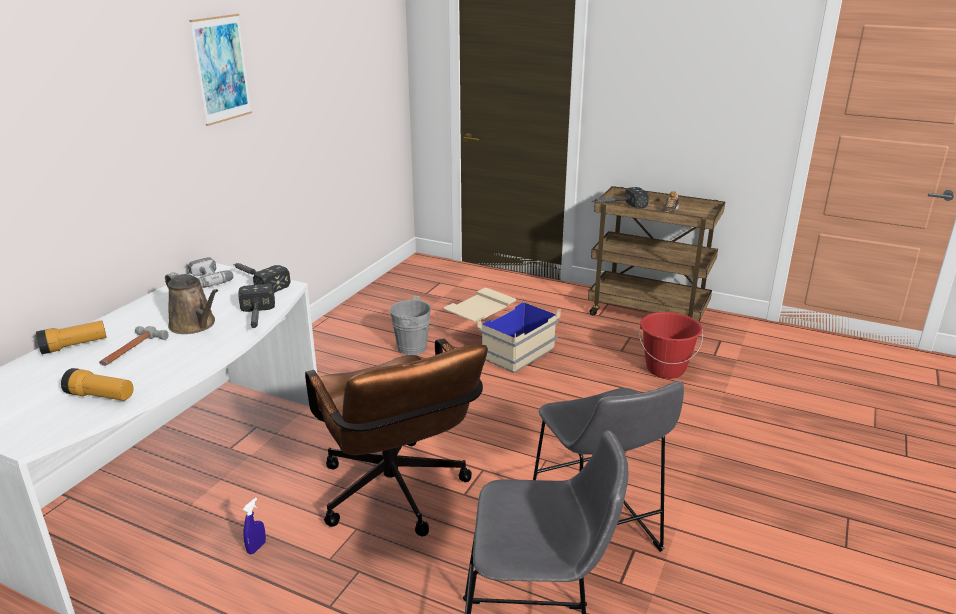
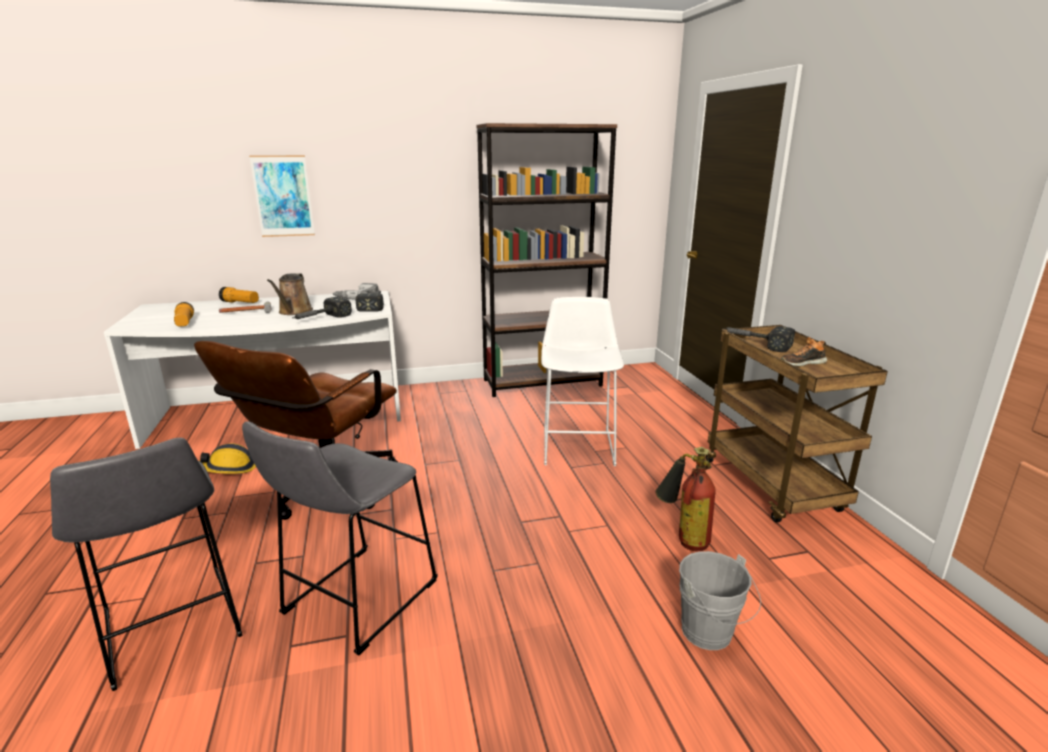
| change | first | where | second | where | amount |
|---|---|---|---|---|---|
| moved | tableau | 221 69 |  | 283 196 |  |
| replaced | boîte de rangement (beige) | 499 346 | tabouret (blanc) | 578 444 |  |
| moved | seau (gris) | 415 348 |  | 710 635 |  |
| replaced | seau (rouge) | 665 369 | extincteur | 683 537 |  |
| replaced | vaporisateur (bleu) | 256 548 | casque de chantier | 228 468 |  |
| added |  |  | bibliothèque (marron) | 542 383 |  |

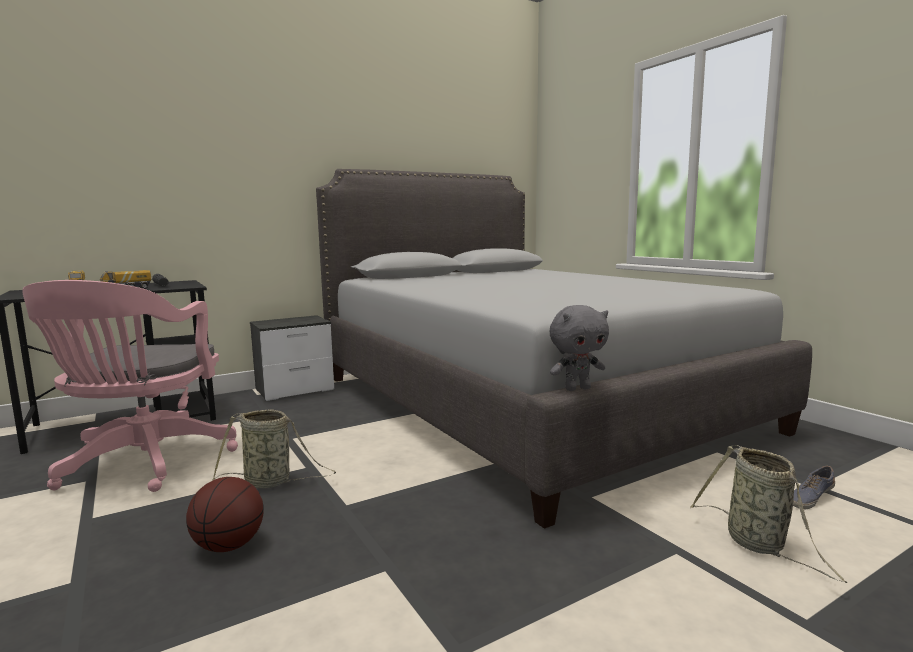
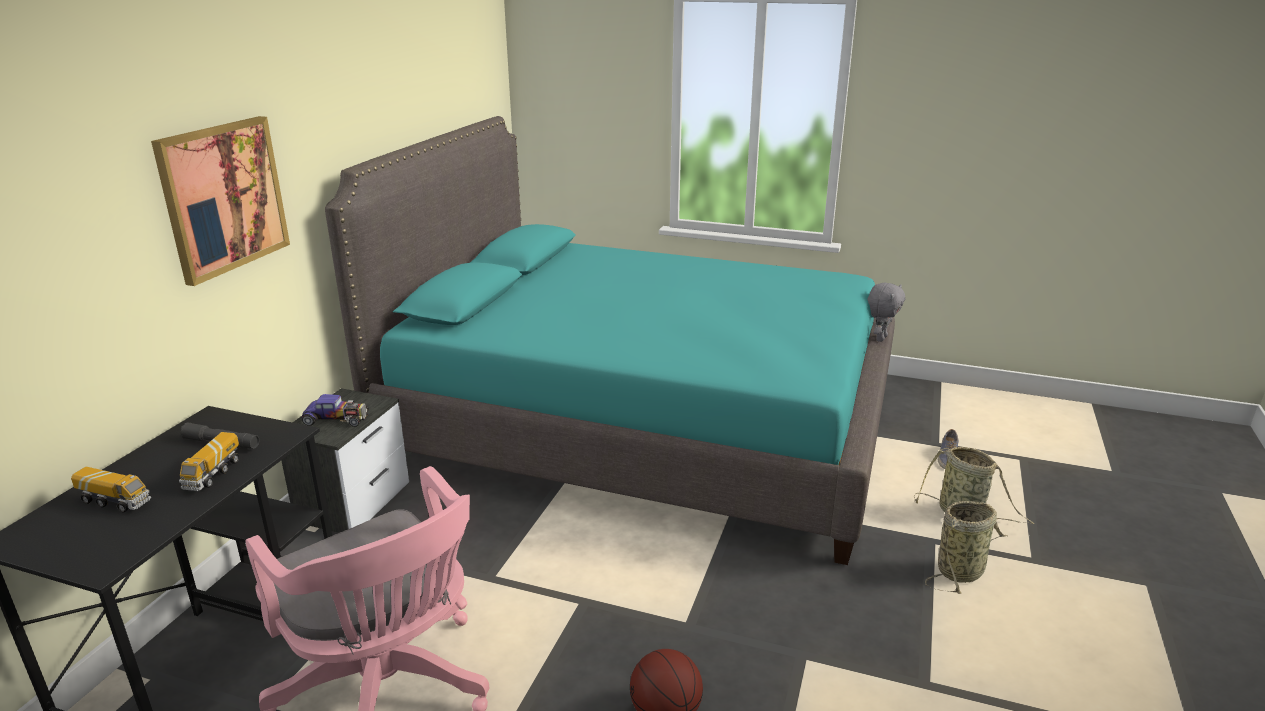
| change | first | where | second | where | amount |
|---|---|---|---|---|---|
| recoloured | lit (gris) | 524 402 | lit (turquoise) | 644 425 |  |
| moved | peluche (gris) | 577 388 |  | 880 338 |  |
| moved | panier | 271 482 |  | 962 570 |  |
| added |  |  | tableau | 223 197 |  |
| added |  |  | petite voiture | 336 419 |  |

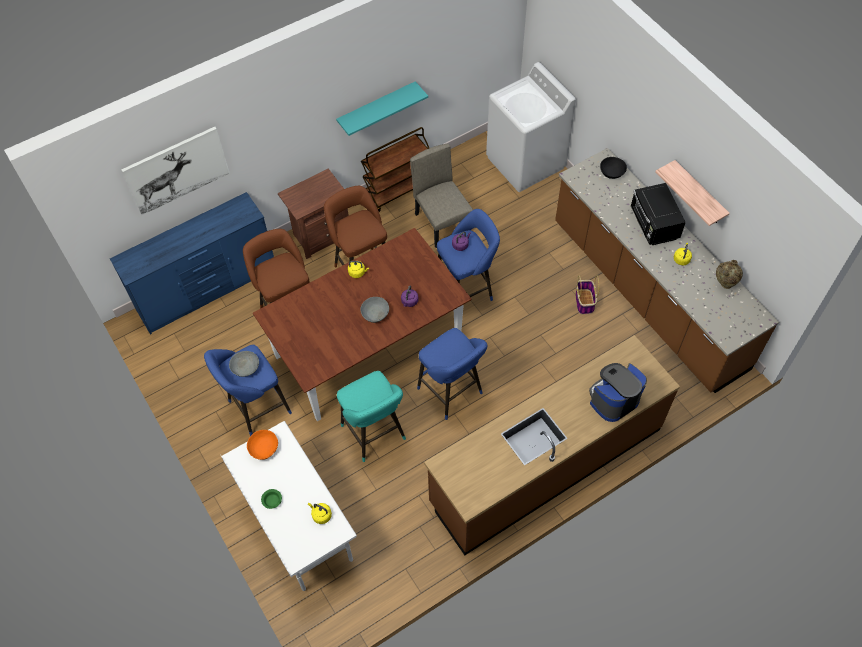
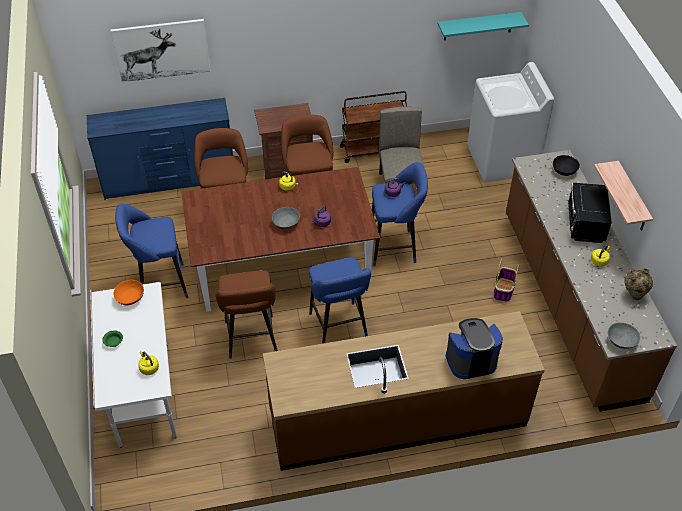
| change | first | where | second | where | amount |
|---|---|---|---|---|---|
| moved | étagère (turquoise) | 376 108 |  | 478 26 |  |
| moved | bol (gris) | 245 368 |  | 621 341 |  |
| recoloured | tabouret (turquoise) | 375 435 | tabouret (marron) | 251 340 |  |

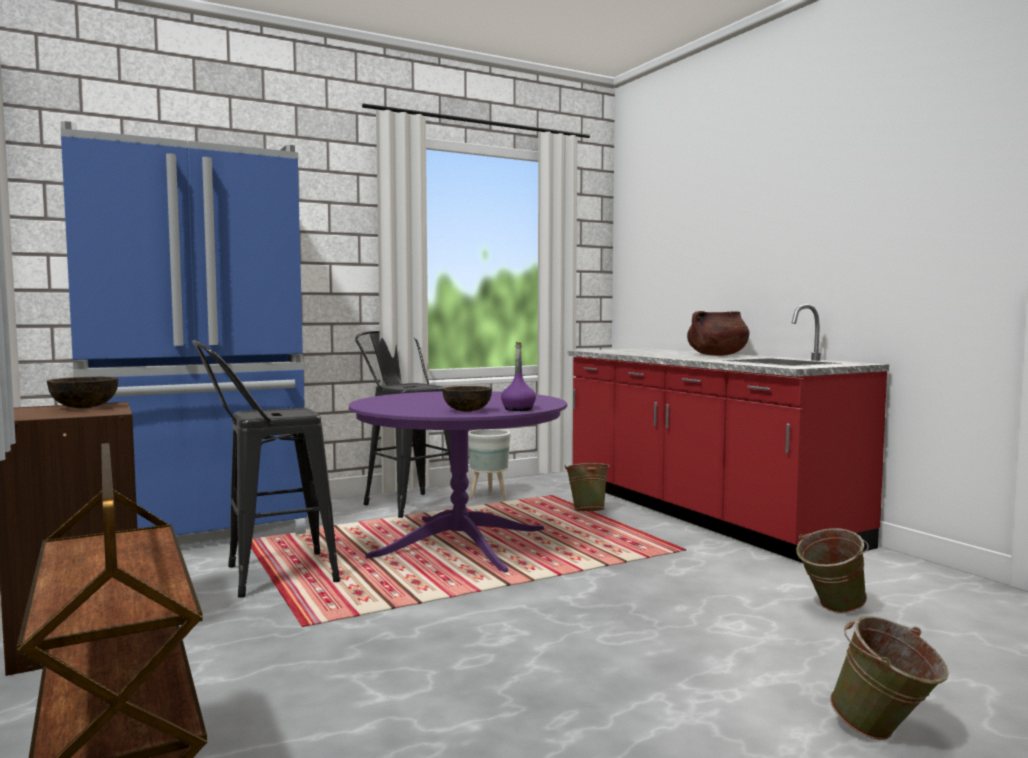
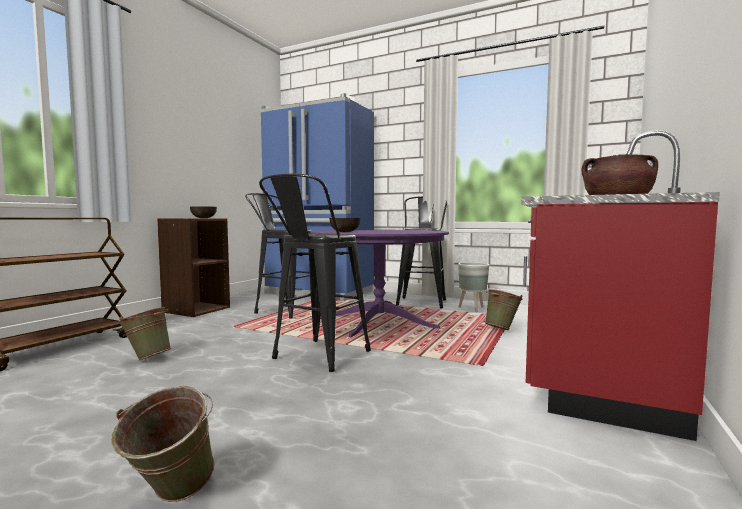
| change | first | where | second | where | amount |
|---|---|---|---|---|---|
| removed | bouteille (violet) | 518 409 |  |  |  |
| moved | seau (vert) | 830 610 |  | 147 358 |  |
| added |  |  | tabouret (noir) | 315 358 |  |

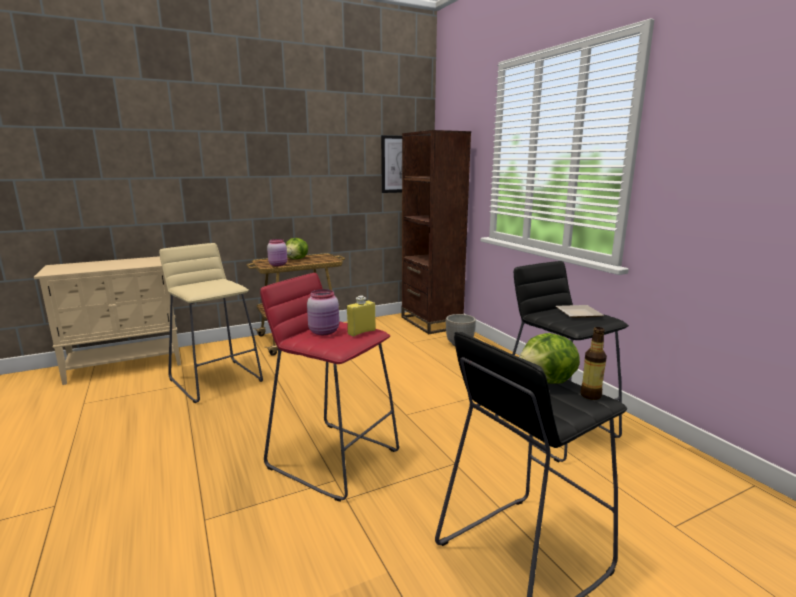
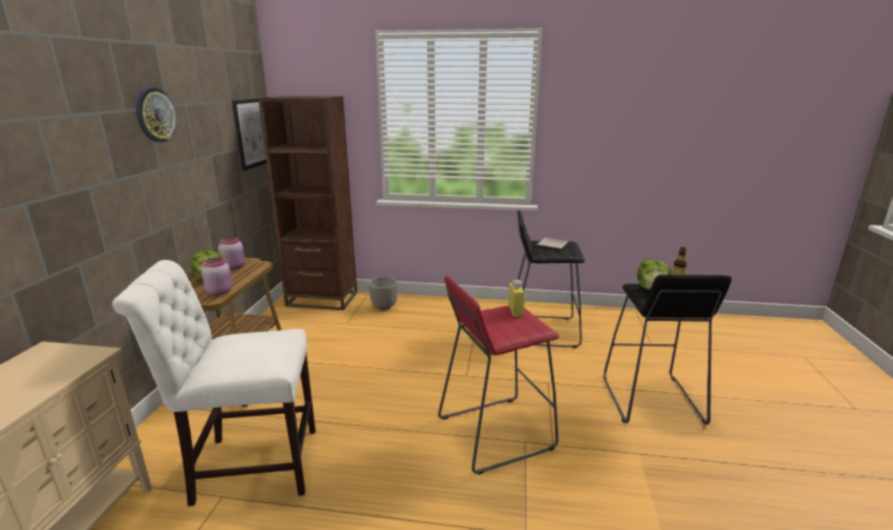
| change | first | where | second | where | amount |
|---|---|---|---|---|---|
| replaced | tabouret (beige) | 217 380 | chaise (blanc) | 249 465 |  |
| moved | bocal (rose) | 325 332 |  | 234 267 |  |
| added |  |  | horloge murale | 155 115 |  |

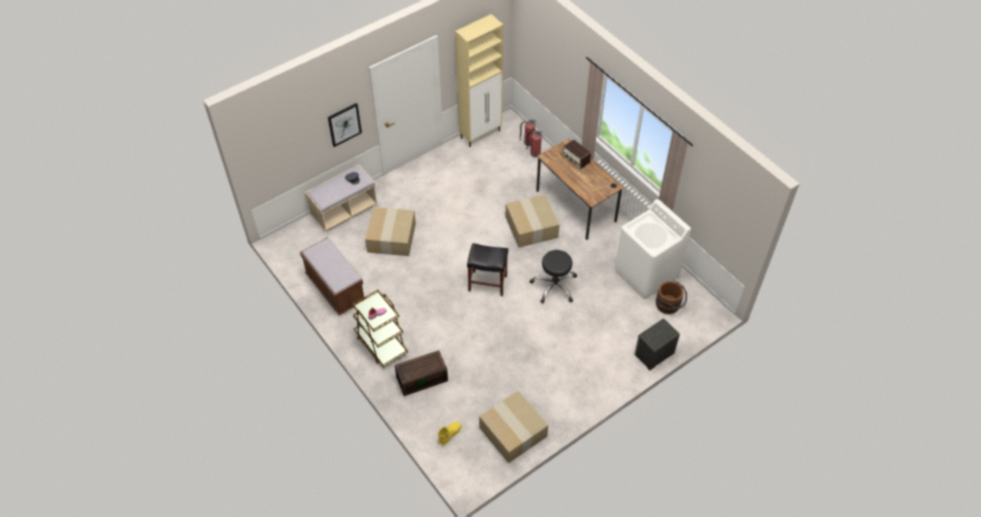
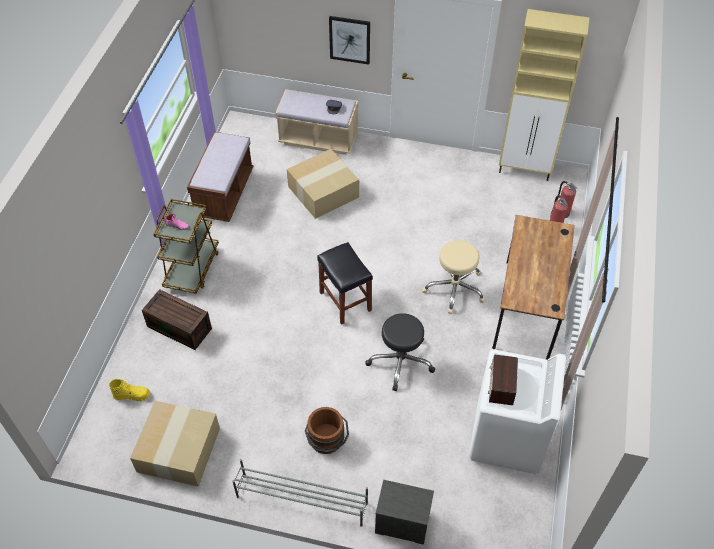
| change | first | where | second | where | amount |
|---|---|---|---|---|---|
| moved | radio | 576 158 |  | 501 385 |  |
| replaced | carton | 530 226 | tabouret (beige) | 455 288 |  |
| moved | seau (marron) | 670 305 |  | 327 442 |  |
| added |  |  | étagère à chaussures (gris) | 301 500 |  |

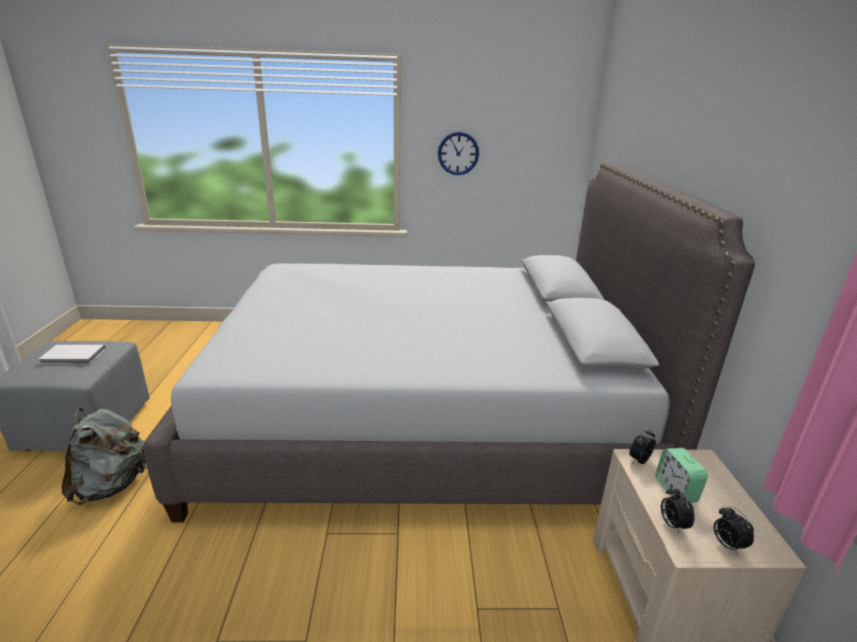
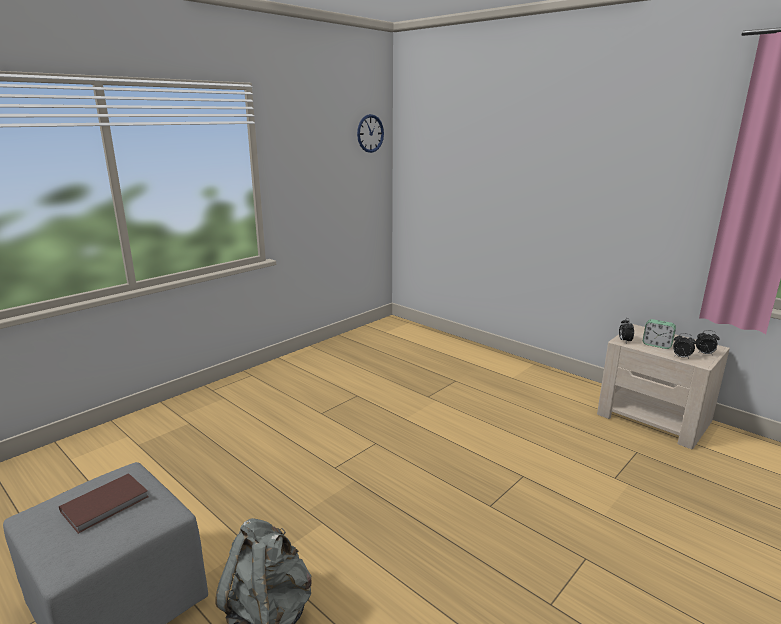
| change | first | where | second | where | amount |
|---|---|---|---|---|---|
| moved | horloge murale | 458 153 |  | 370 133 |  |
| removed | lit (gris) | 422 419 |  |  |  |
| recoloured | livre (blanc) | 73 356 | livre (marron) | 107 504 |  |

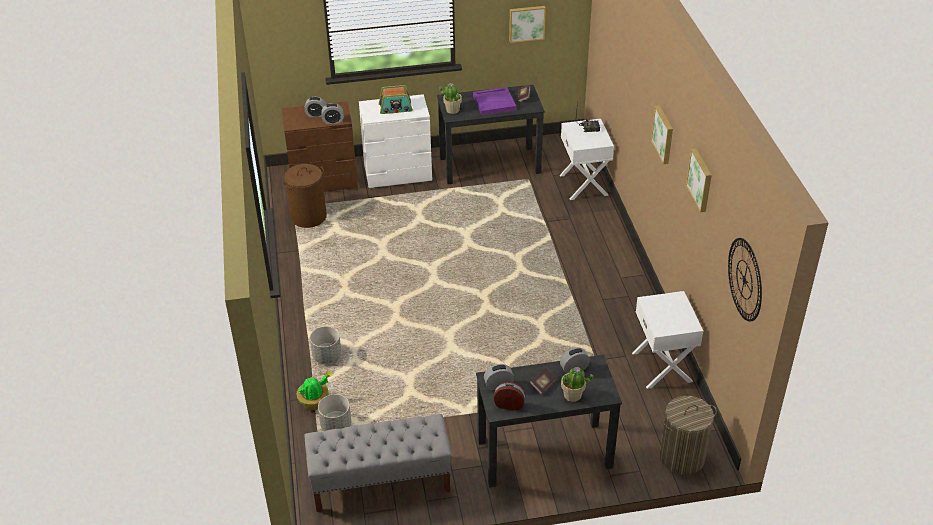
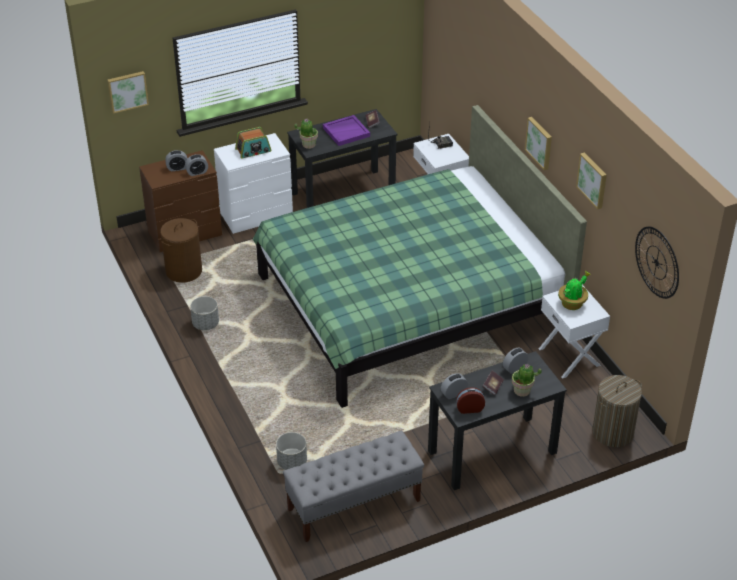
| change | first | where | second | where | amount |
|---|---|---|---|---|---|
| moved | tableau | 526 23 |  | 127 91 |  |
| moved | cache-pot (gris) | 327 356 |  | 205 324 |  |
| moved | plante en pot | 315 402 |  | 572 303 |  |
| added |  |  | lit (vert) | 409 302 |  |

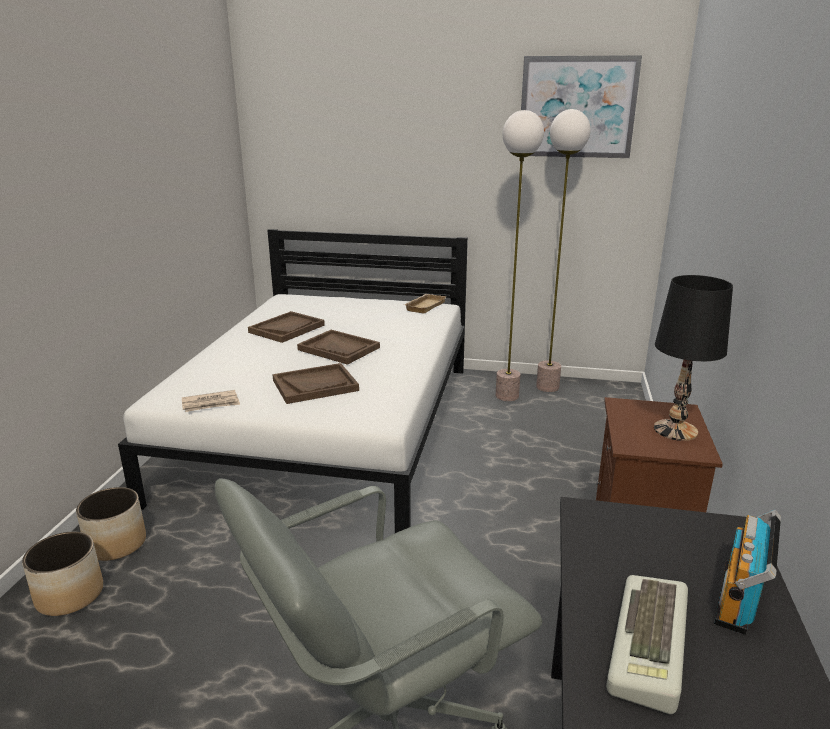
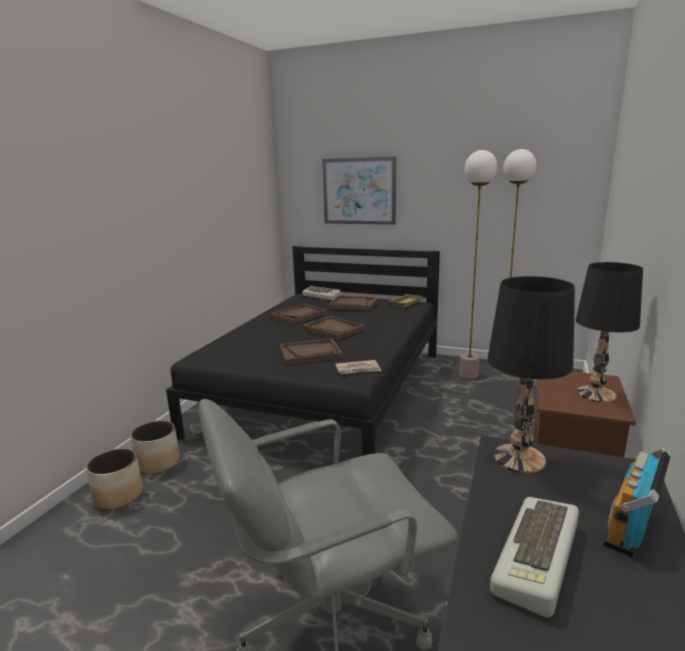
| change | first | where | second | where | amount |
|---|---|---|---|---|---|
| moved | tableau | 577 107 |  | 359 191 |  |
| recoloured | lit (blanc) | 329 427 | lit (noir) | 326 390 |  |
| moved | journal | 211 403 |  | 358 369 |  |
| added |  |  | lampe de table (noir) | 518 458 |  |
| added |  |  | clavier | 322 296 |  |
| added |  |  | plateau (marron) | 353 304 |  |

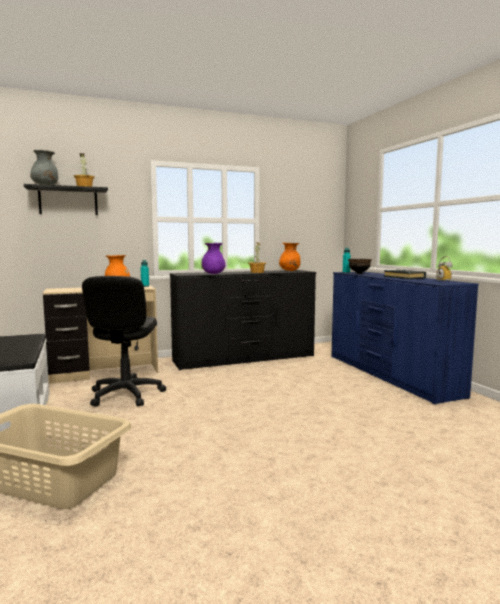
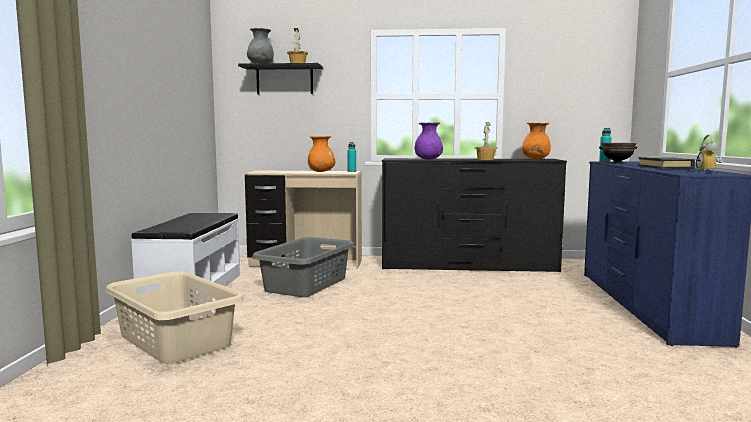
| change | first | where | second | where | amount |
|---|---|---|---|---|---|
| replaced | chaise de bureau (noir) | 125 395 | panier à linge (gris) | 305 285 |  |

